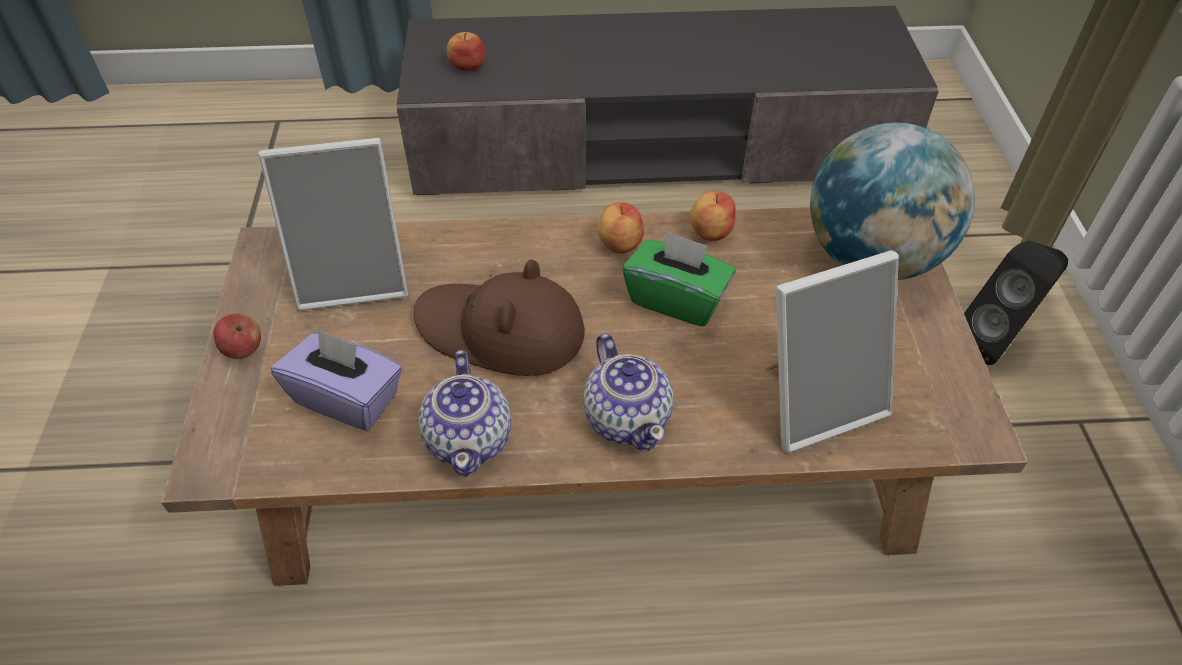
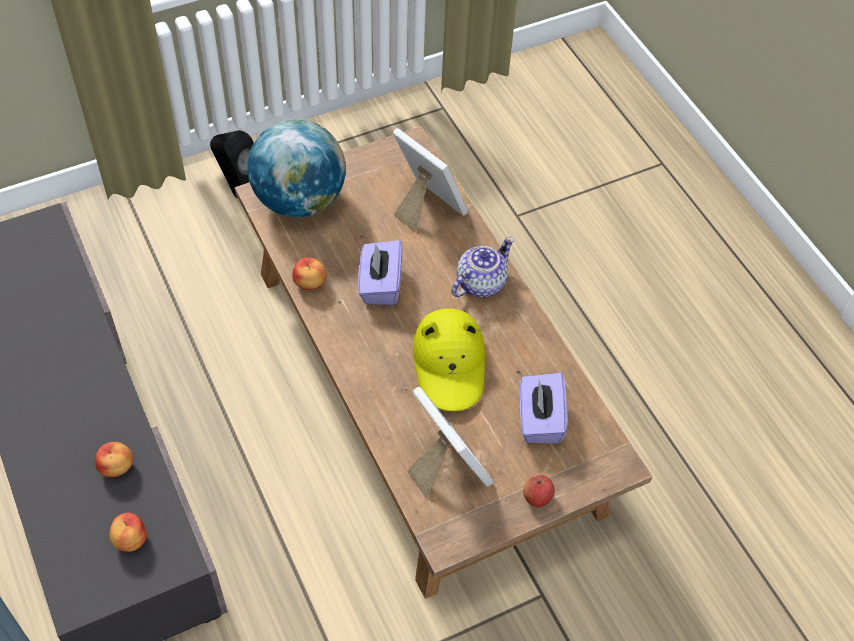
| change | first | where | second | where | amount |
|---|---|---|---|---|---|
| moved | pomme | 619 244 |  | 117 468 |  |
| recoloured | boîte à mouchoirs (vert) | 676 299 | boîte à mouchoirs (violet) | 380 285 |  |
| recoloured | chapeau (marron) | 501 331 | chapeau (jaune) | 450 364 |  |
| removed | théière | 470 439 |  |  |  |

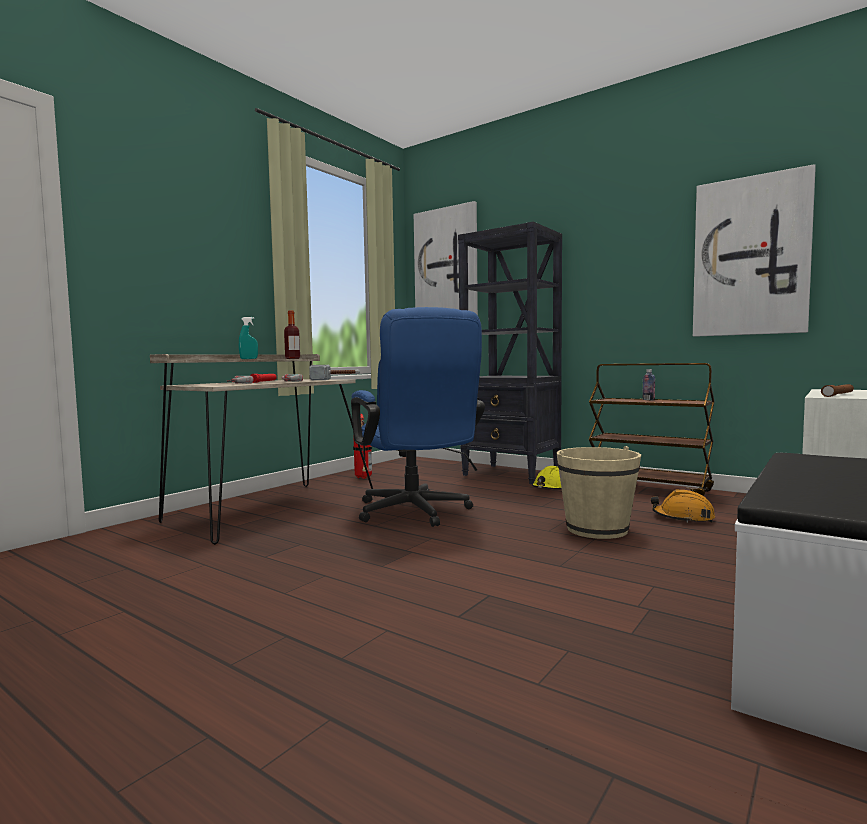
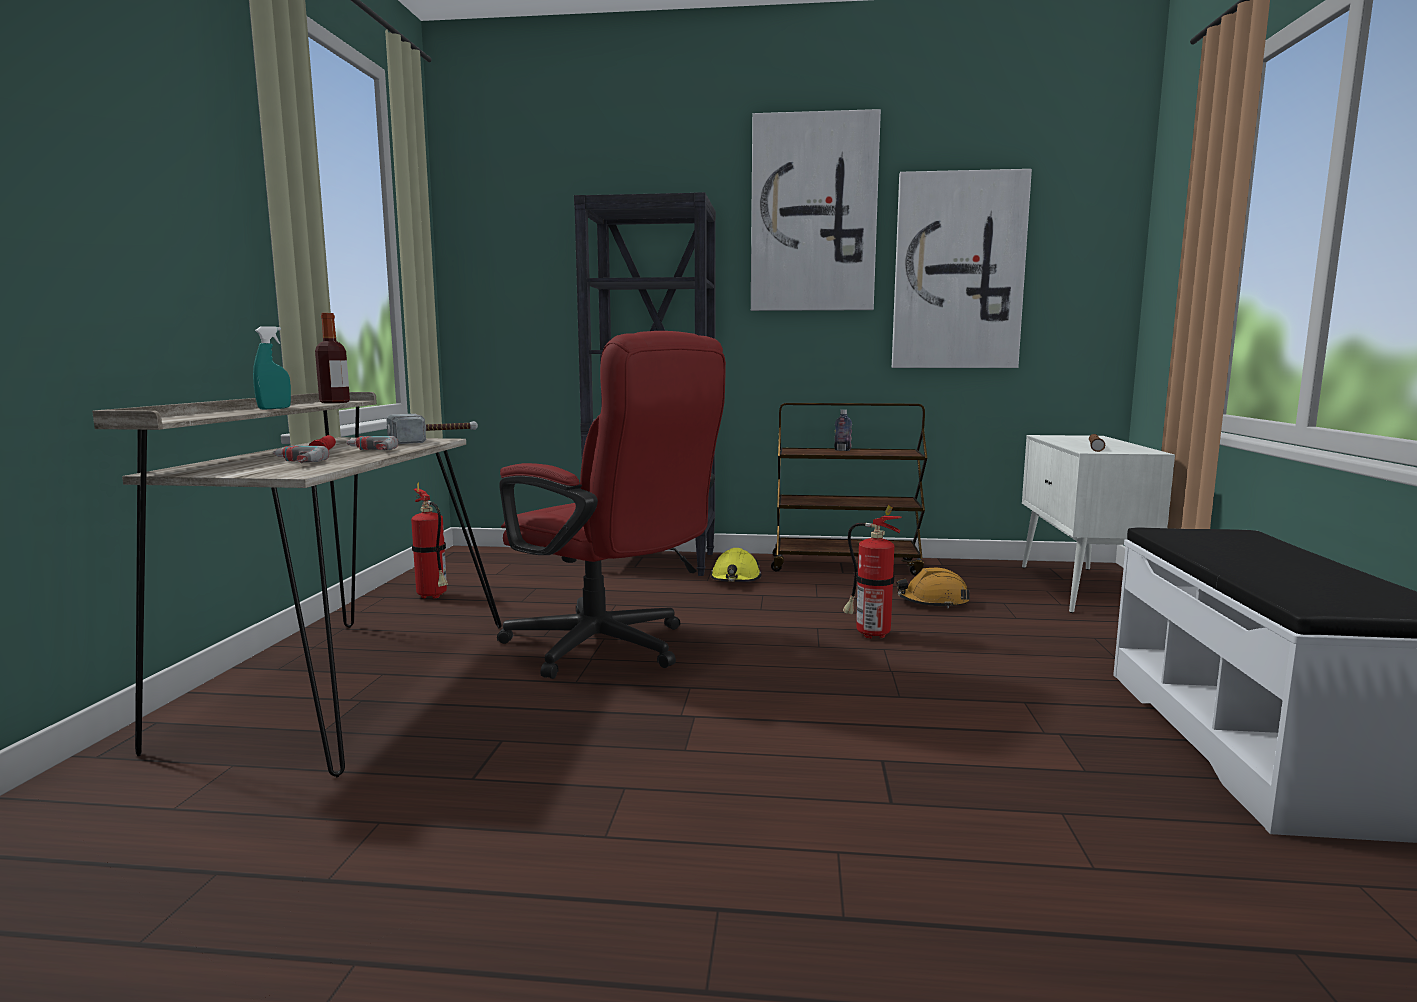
| change | first | where | second | where | amount |
|---|---|---|---|---|---|
| moved | tableau | 446 265 |  | 813 214 |  |
| recoloured | chaise de bureau (bleu) | 416 513 | chaise de bureau (rouge) | 610 649 |  |
| replaced | seau (beige) | 597 529 | extincteur | 869 634 |  |

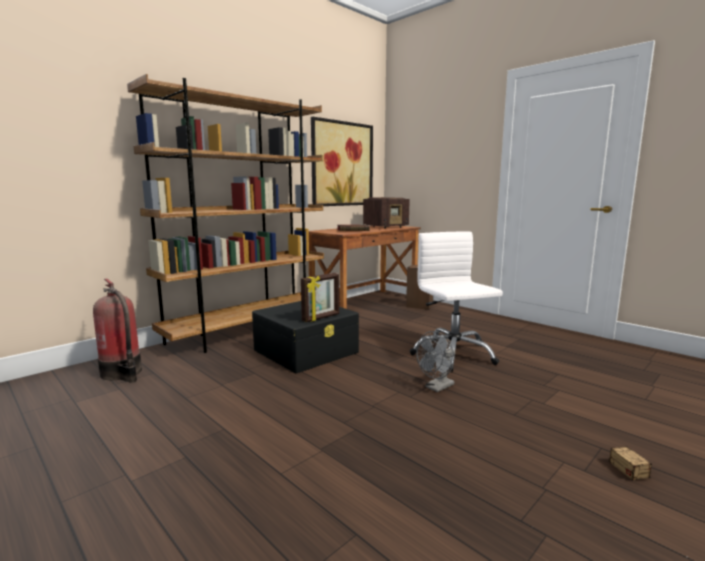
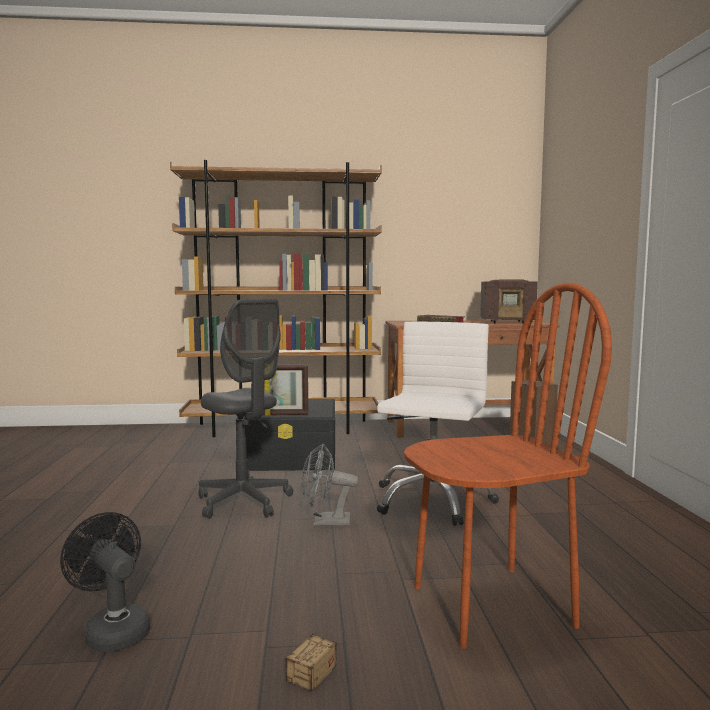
| change | first | where | second | where | amount |
|---|---|---|---|---|---|
| removed | tableau | 342 164 |  |  |  |
| removed | extincteur | 122 373 |  |  |  |
| added |  |  | chaise (marron) | 491 605 |  |
| added |  |  | chaise de bureau (gris) | 244 502 |  |
| added |  |  | ventilateur (noir) | 112 630 |  |

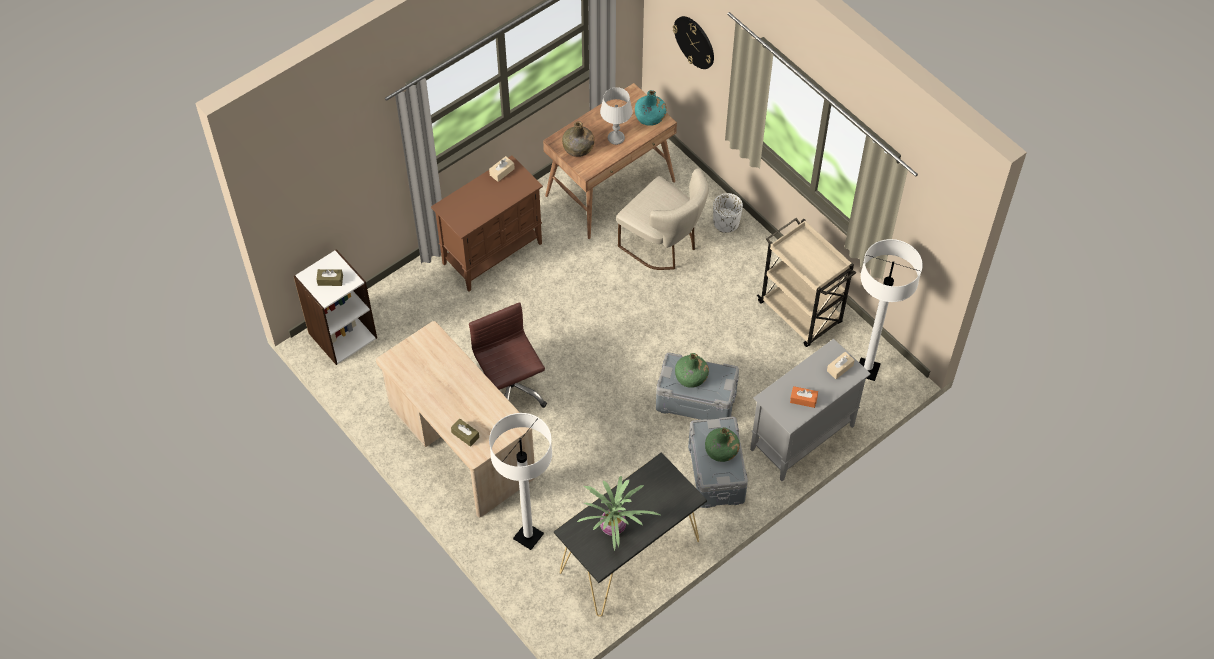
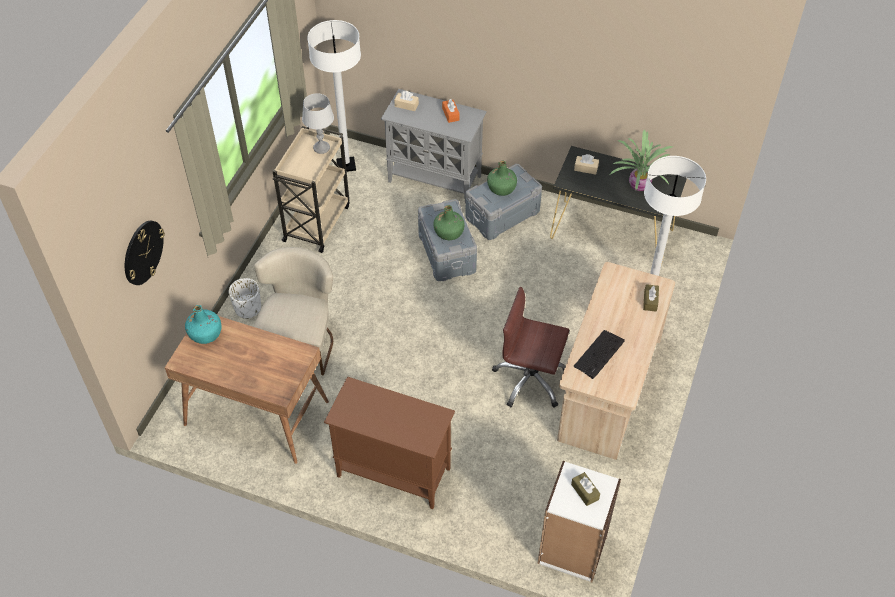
| change | first | where | second | where | amount |
|---|---|---|---|---|---|
| moved | lampe de table (gris) | 615 138 |  | 321 148 |  |
| removed | bouteille (vert) | 578 148 |  |  |  |
| moved | boîte à mouchoirs (beige) | 502 172 |  | 586 168 |  |
| turned | chaise de bureau (marron) | 510 390 |  | 530 380 | 75 degrees clockwise |
| added |  |  | clavier | 599 354 |  |

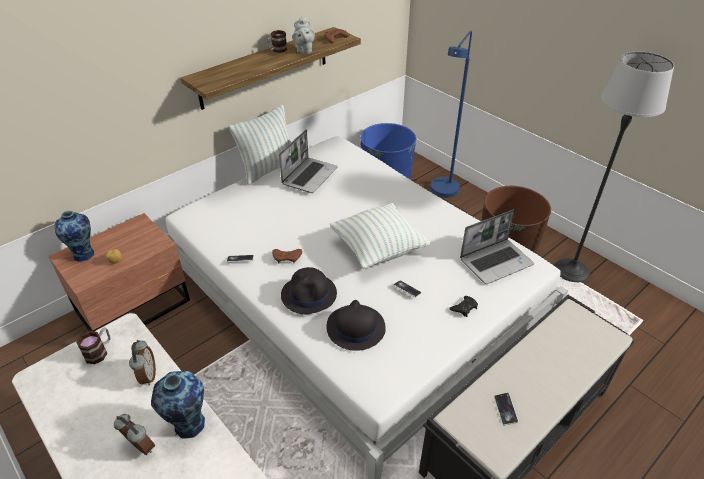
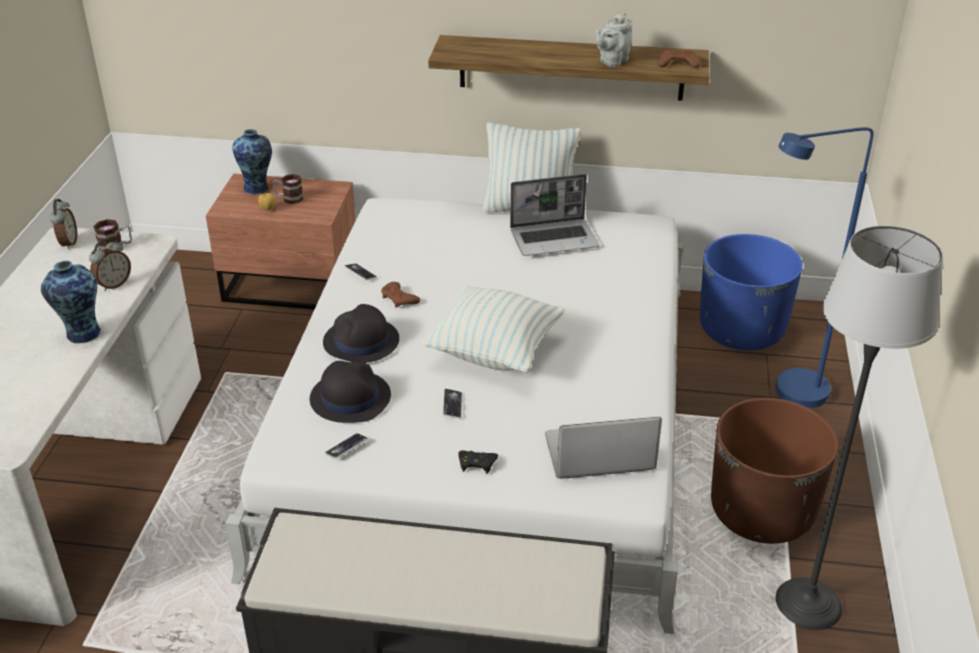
| change | first | where | second | where | amount |
|---|---|---|---|---|---|
| moved | mug | 277 50 |  | 289 198 |  |
| turned | ordinateur portable | 496 261 |  | 598 454 | 150 degrees clockwise |
| moved | téléphone | 505 410 |  | 346 448 |  |
| moved | réveil | 140 448 |  | 68 243 |  |

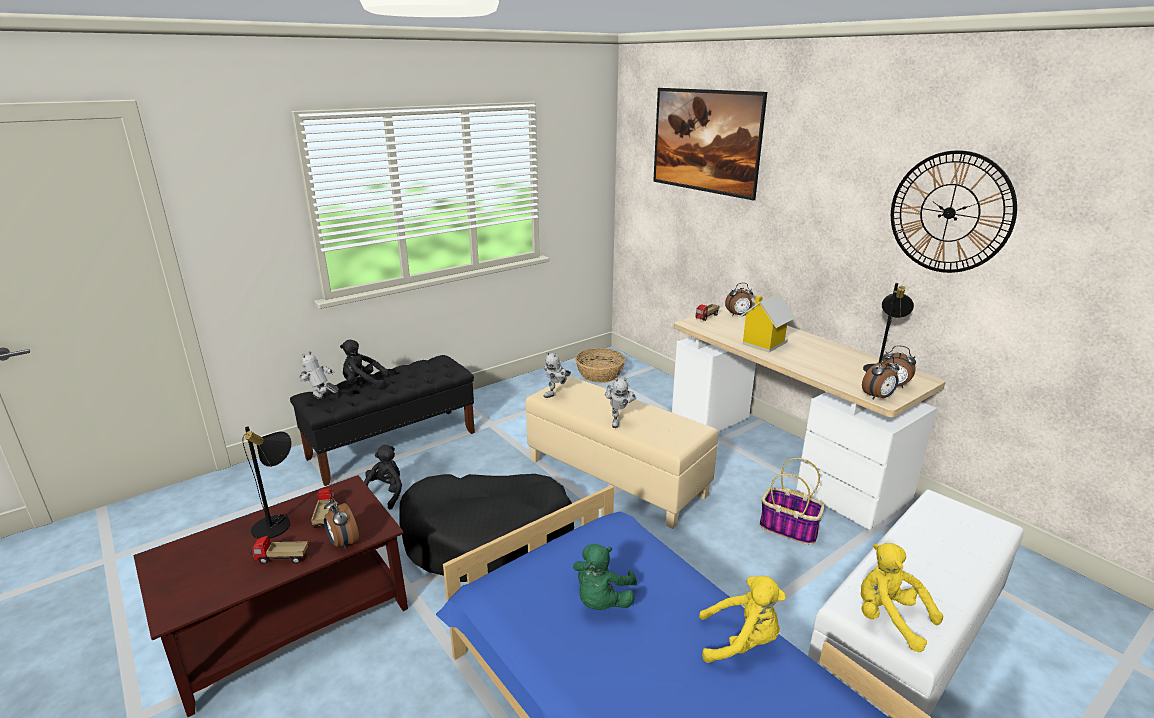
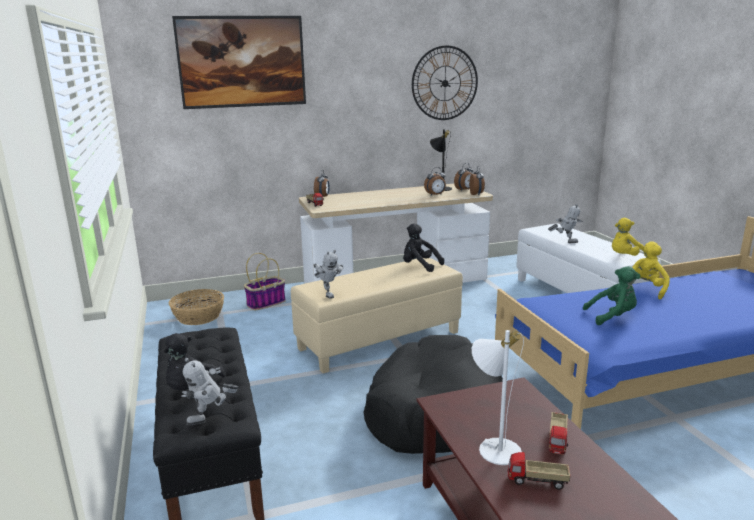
| change | first | where | second | where | amount |
|---|---|---|---|---|---|
| removed | maison miniature | 763 343 |  |  |  |
| moved | robot jouet | 618 421 |  | 565 241 |  |
| recoloured | lampe de table (noir) | 278 523 | lampe de table (blanc) | 494 446 |  |
| moved | peluche (noir) | 385 494 |  | 419 266 |  |
| moved | panier | 789 529 |  | 266 303 |  |
| moved | camion jouet | 324 516 |  | 537 482 |  |
| moved | réveil | 343 543 |  | 435 195 |  |
| turned | peluche (vert) | 602 601 |  | 612 316 | 45 degrees counterclockwise |

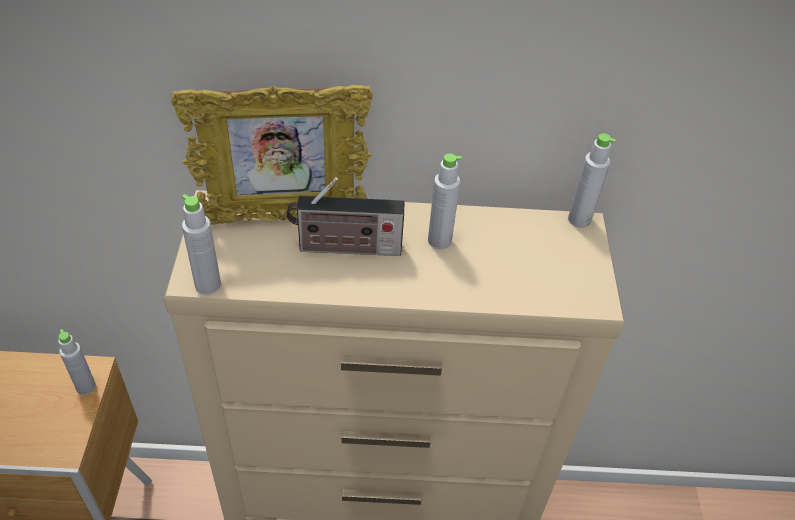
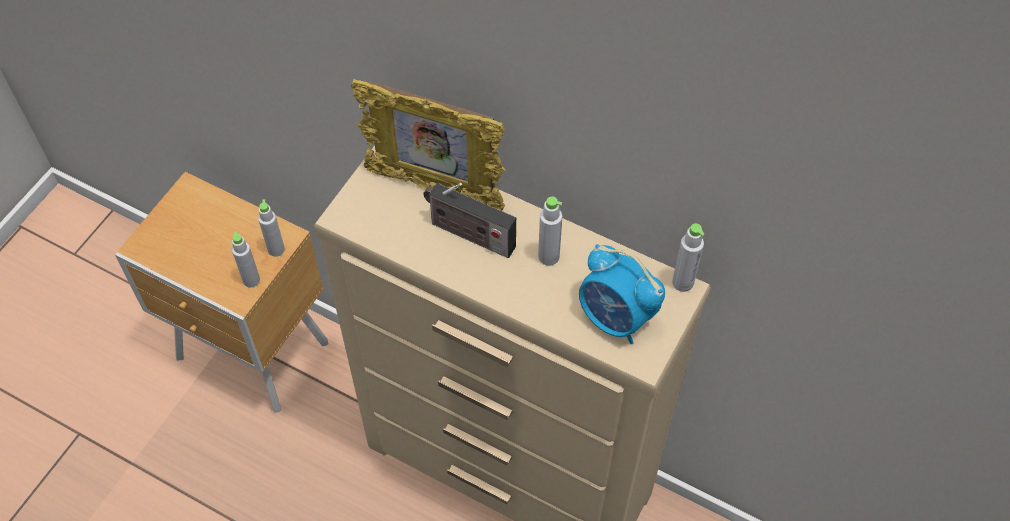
| change | first | where | second | where | amount |
|---|---|---|---|---|---|
| moved | bouteille (gris) | 208 285 |  | 251 280 |  |
| added |  |  | réveil | 615 318 |  |

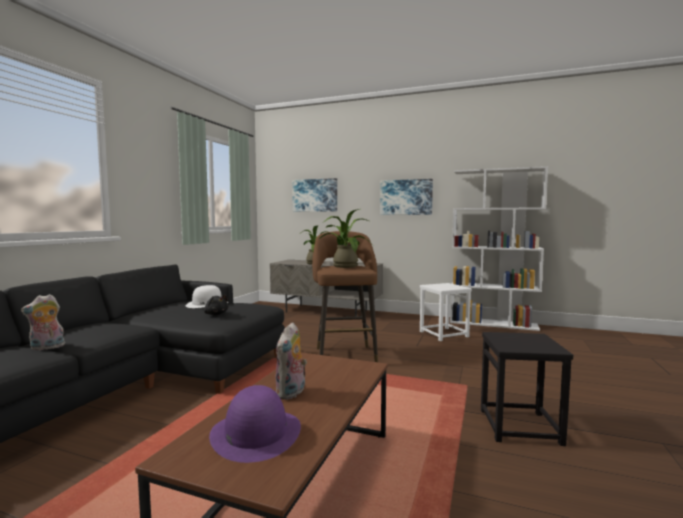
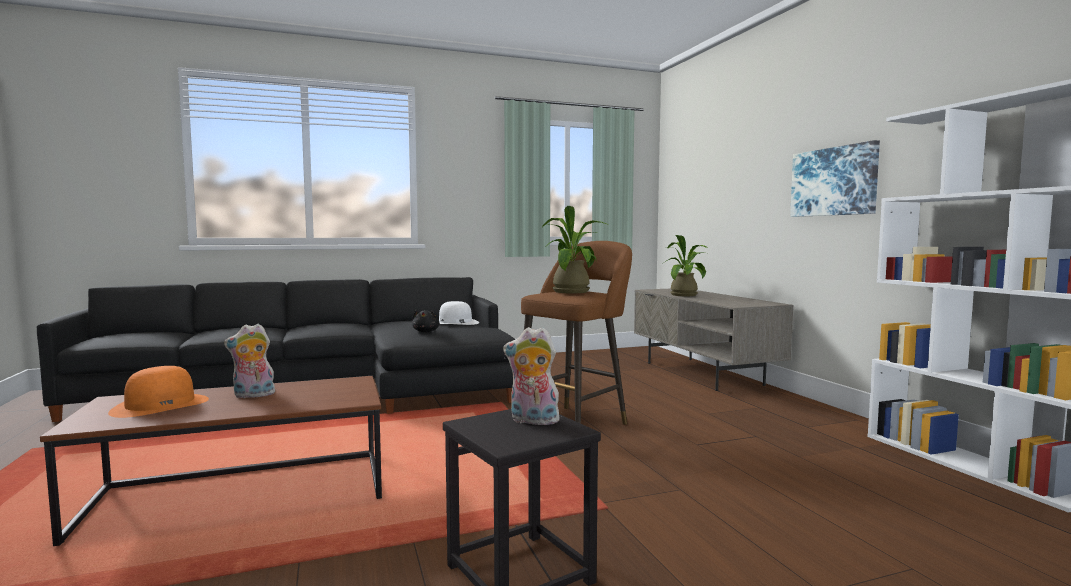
| change | first | where | second | where | amount |
|---|---|---|---|---|---|
| removed | tableau | 315 195 |  |  |  |
| removed | tabouret (blanc) | 443 334 |  |  |  |
| moved | peluche | 46 348 |  | 532 421 |  |
| recoloured | chapeau (violet) | 256 433 | chapeau (orange) | 161 405 |  |

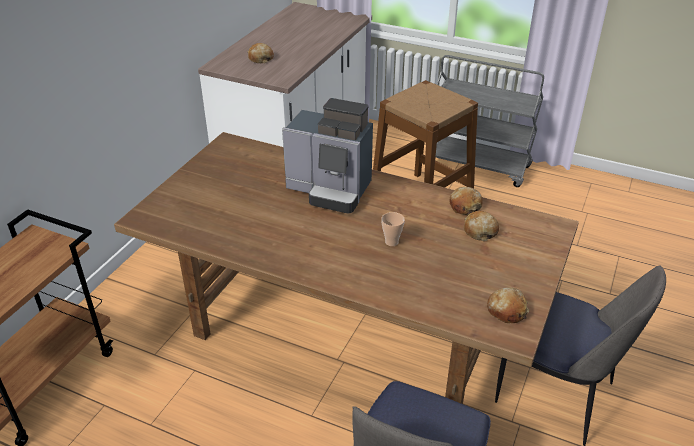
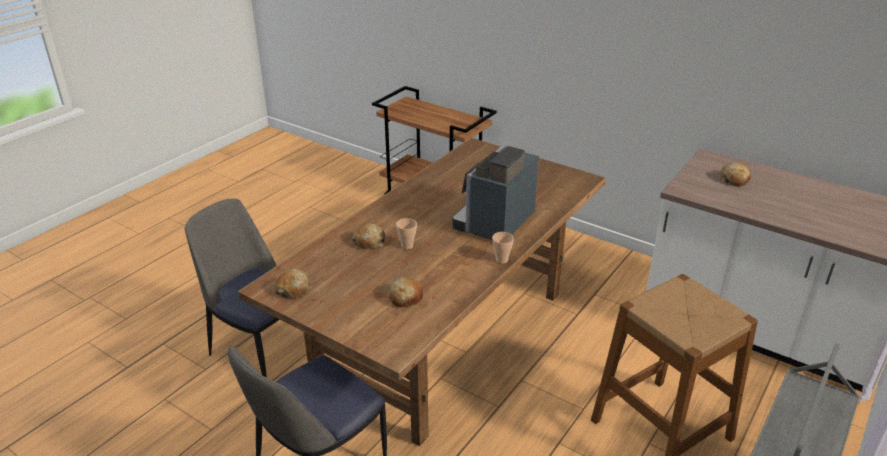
| change | first | where | second | where | amount |
|---|---|---|---|---|---|
| moved | pain | 465 206 |  | 369 242 |  |
| added |  |  | tasse | 501 260 |  |

